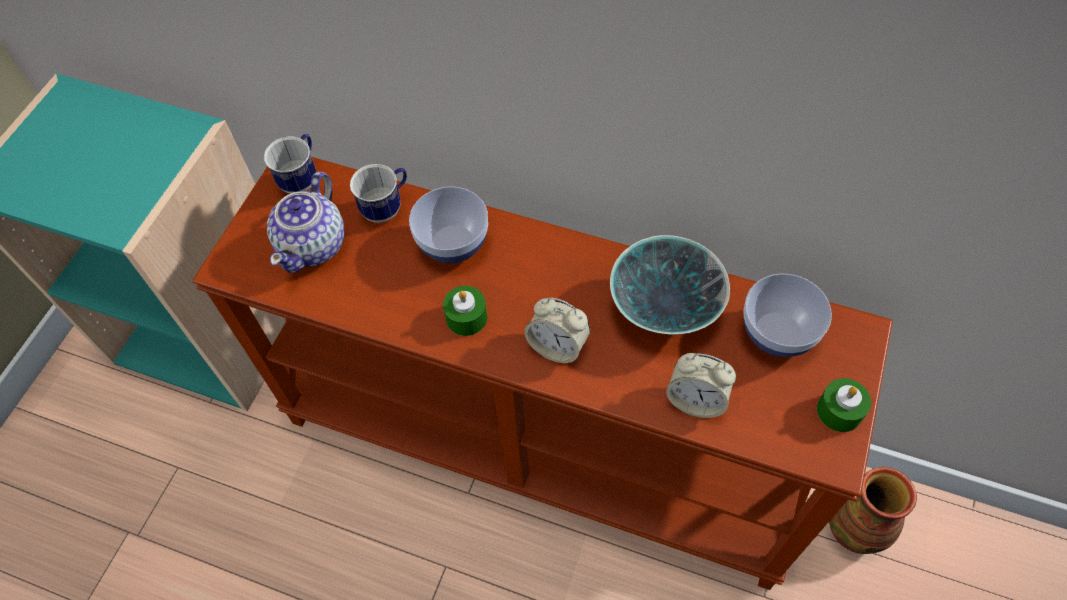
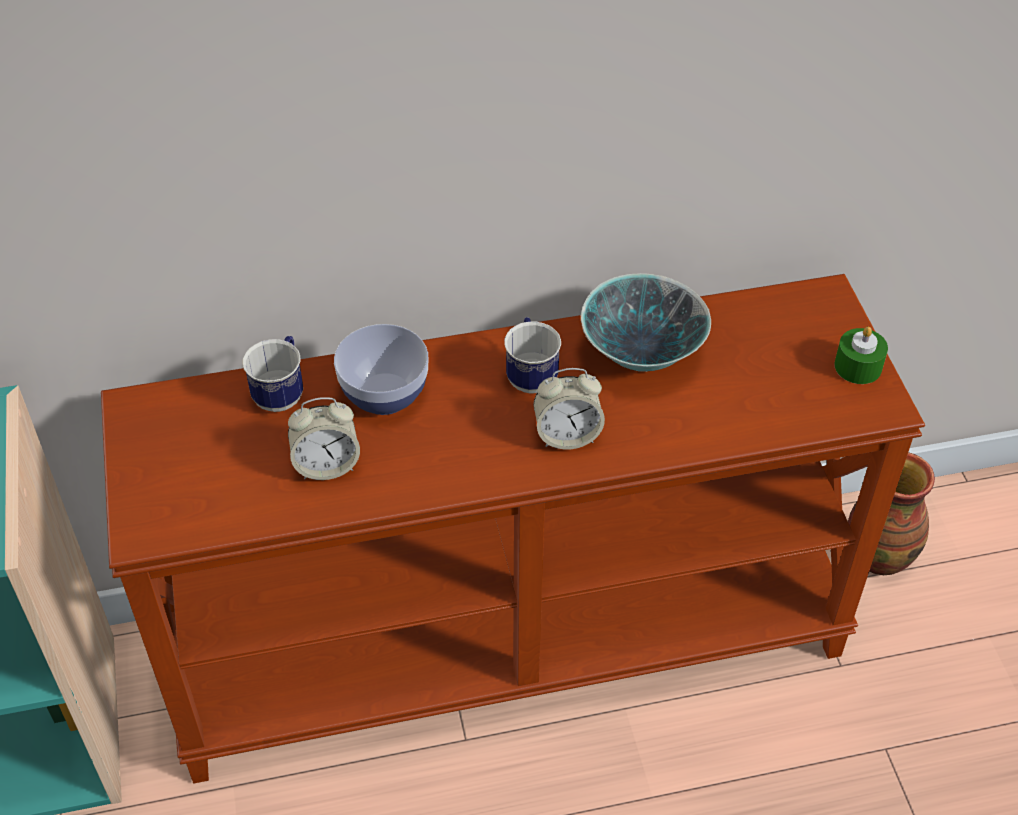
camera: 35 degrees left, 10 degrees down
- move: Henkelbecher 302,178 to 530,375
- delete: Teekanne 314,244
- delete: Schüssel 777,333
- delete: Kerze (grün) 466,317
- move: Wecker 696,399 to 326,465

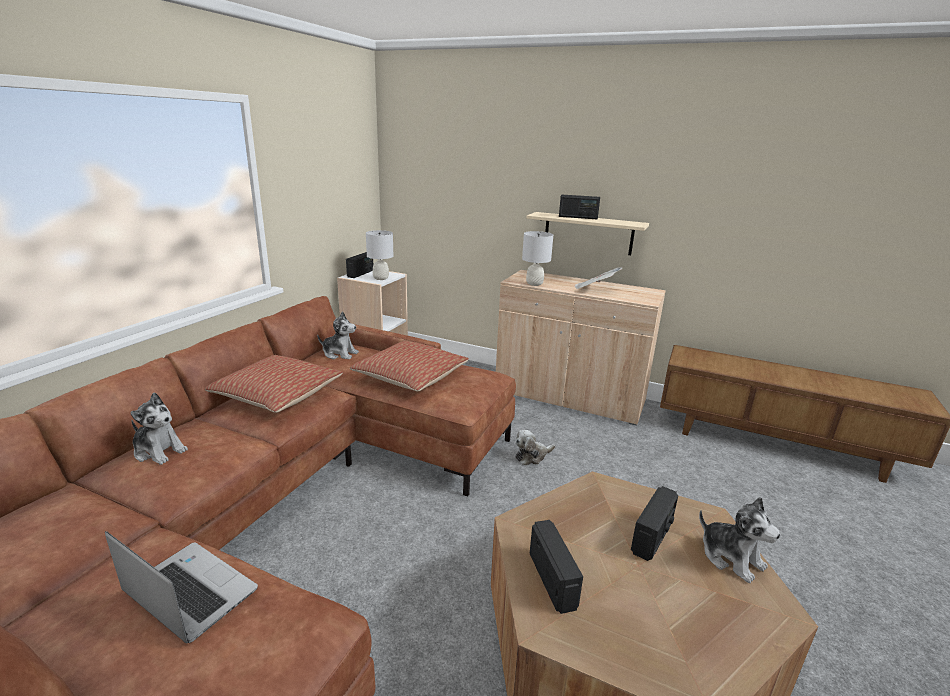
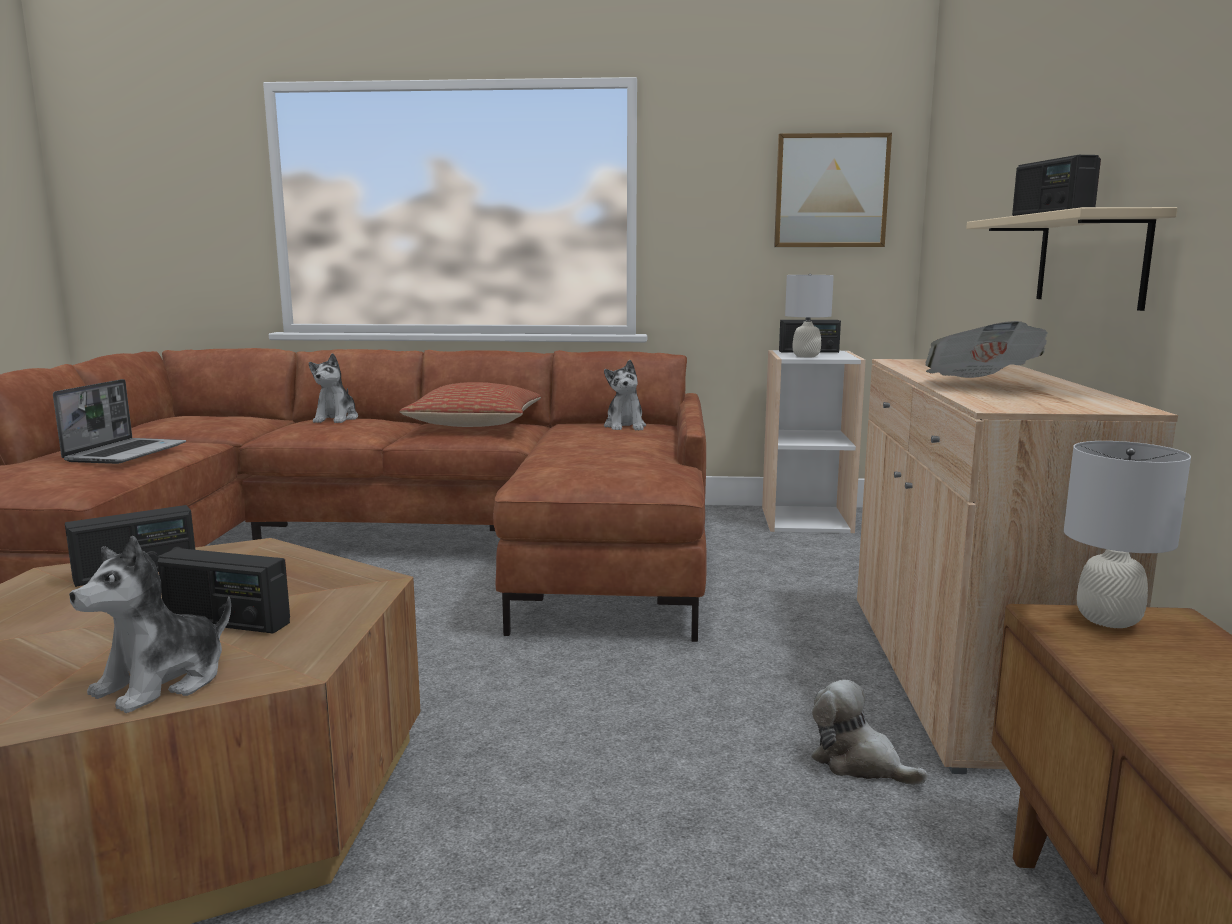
camera: 70 degrees right, 10 degrees down
- move: Tischlampe (grau) 534,284 to 1106,622
- delete: Kissen 410,377
- move: Plüschtier 532,456 to 859,763
- insert: Bild 831,191

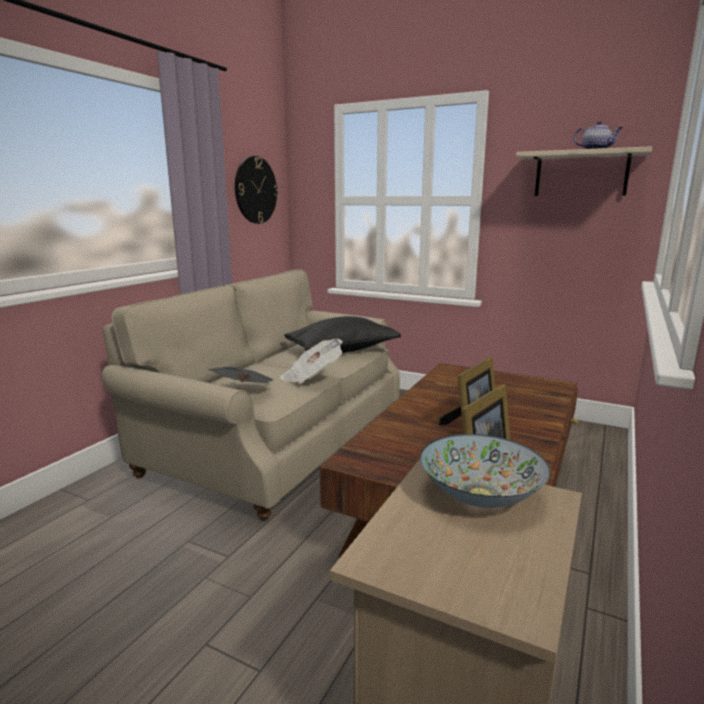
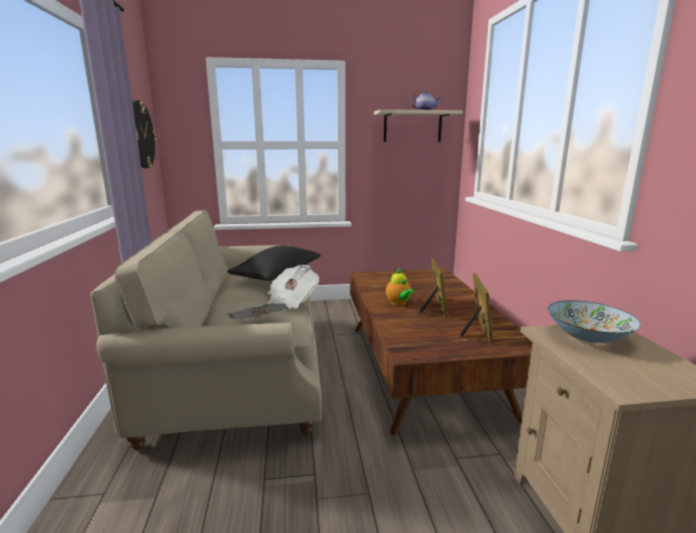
camera: 35 degrees left, 0 degrees up
- insert: Teekanne 399,303

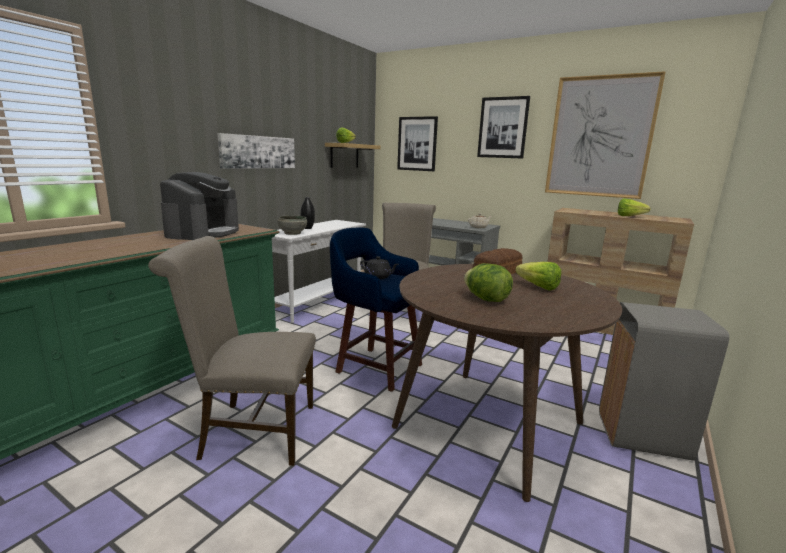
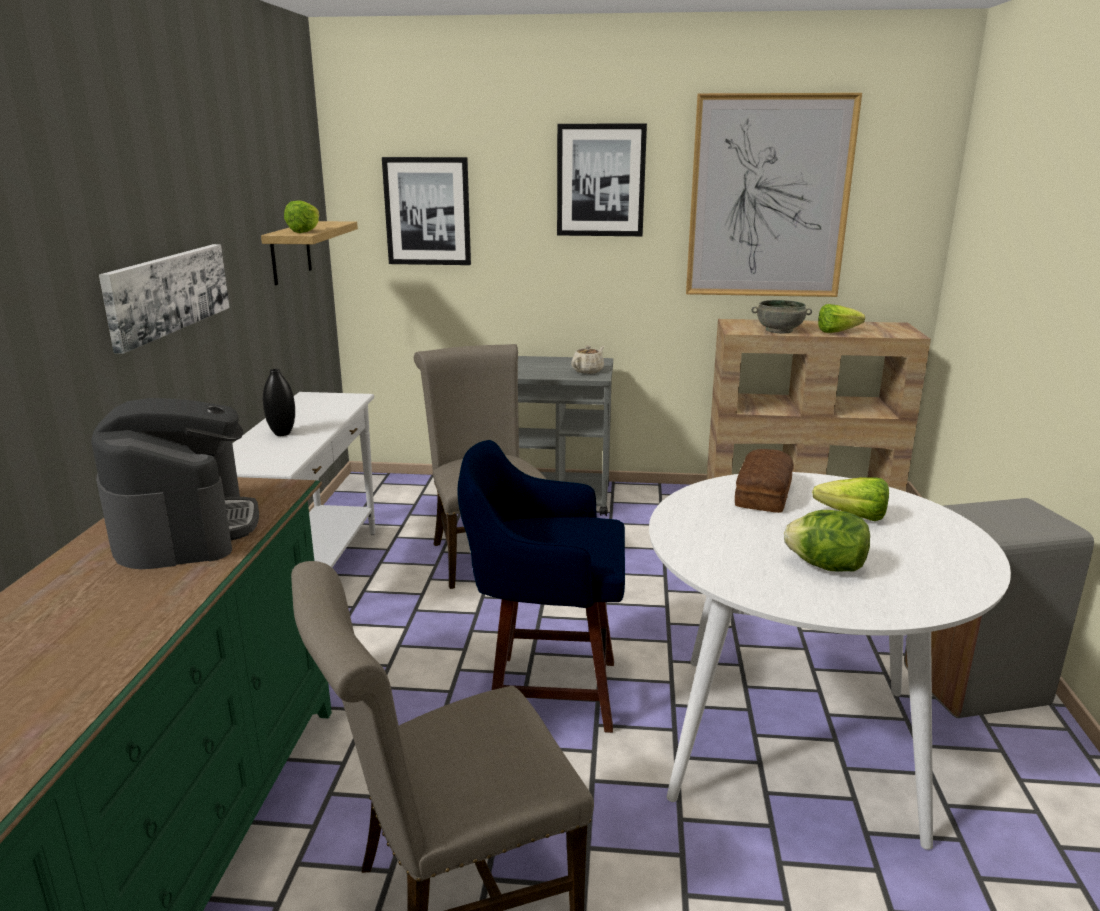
camera: 25 degrees left, 5 degrees up
- move: Schüssel (grau) 292,233 to 779,330
- delete: Teekanne (schwarz) 378,277
- recolor: Esstisch (braun) 489,425 to Esstisch (weiß) 793,742

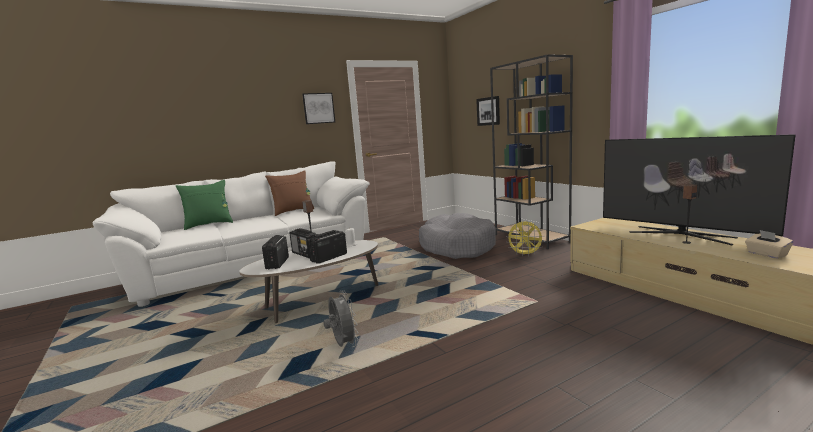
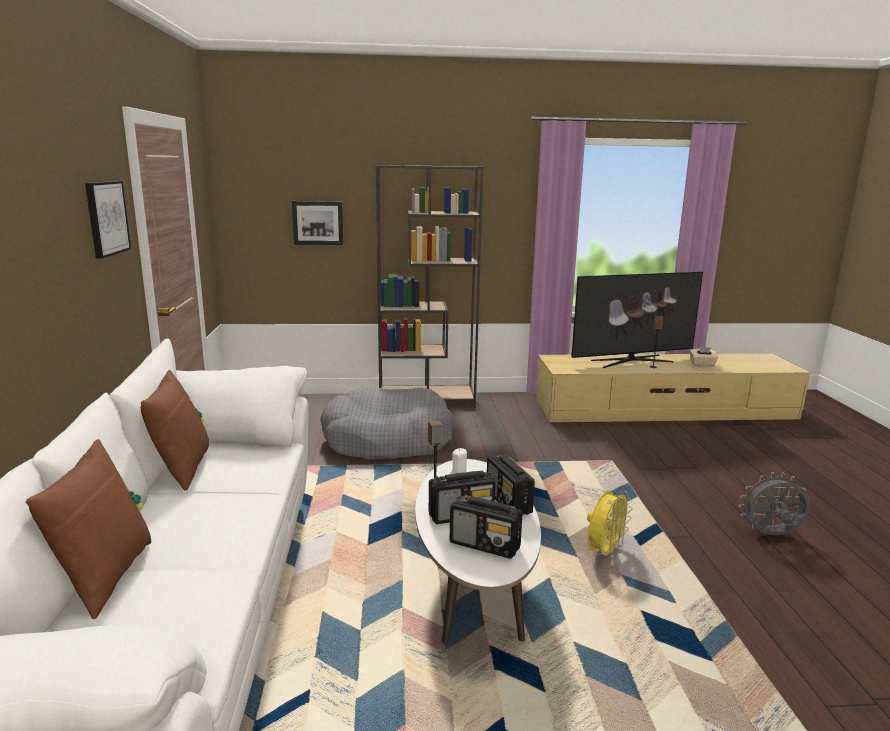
camera: 65 degrees left, 5 degrees up
- recolor: Kissen (grün) 208,225 to Kissen (braun) 105,578
- move: Ventilator (gelb) 525,255 to 604,553
- move: Ventilator (grau) 343,345 to 770,535

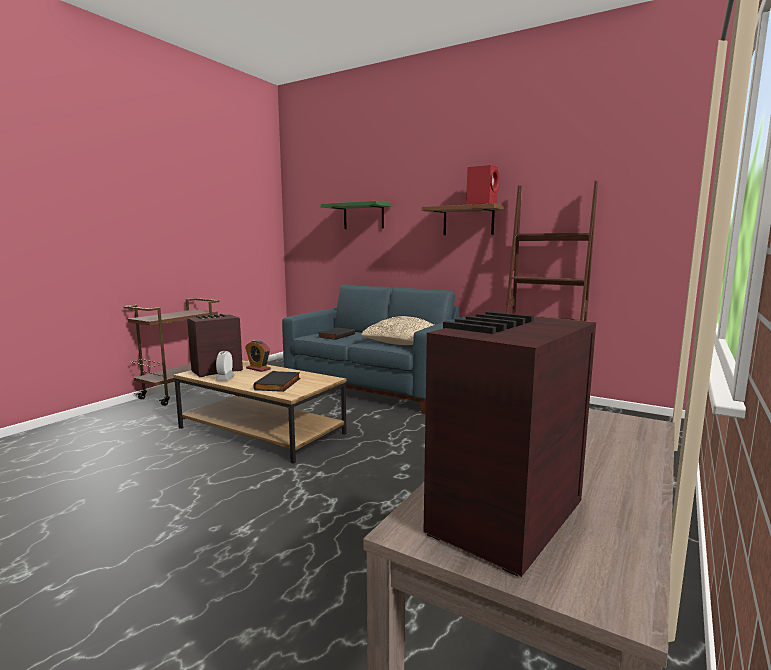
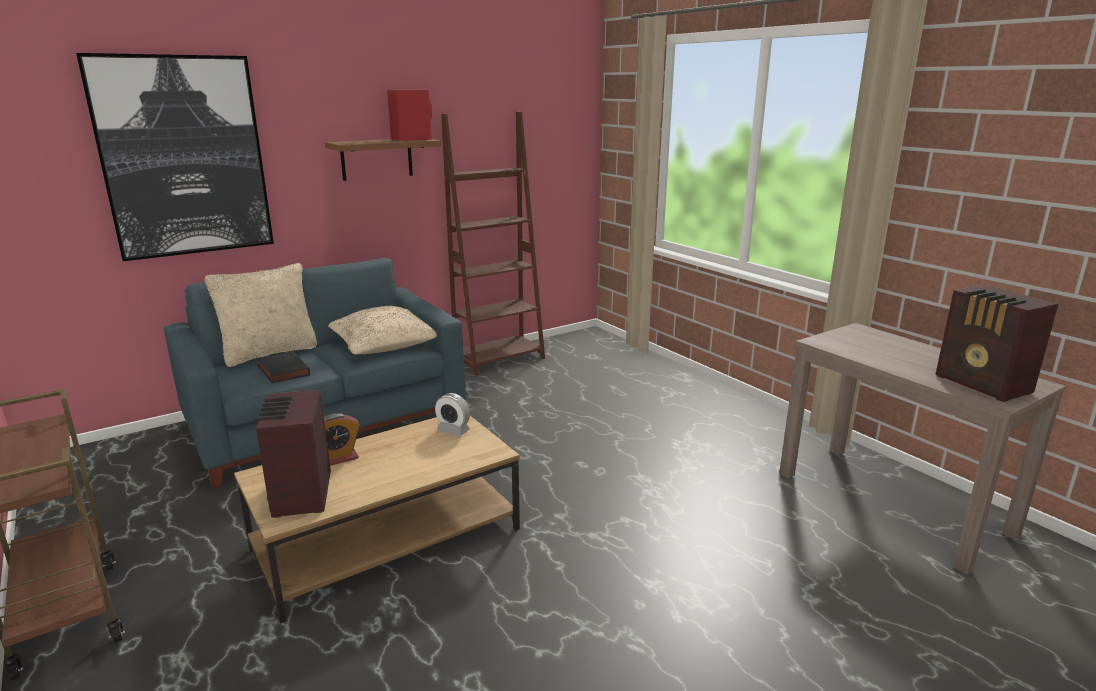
camera: 65 degrees left, 10 degrees up
- replace: Wandregal (grün) 363,216 to Bild 184,157
- move: Wecker 225,378 to 453,430
- delete: Buch (schwarz) 279,384
- insert: Kissen (beige) 271,354

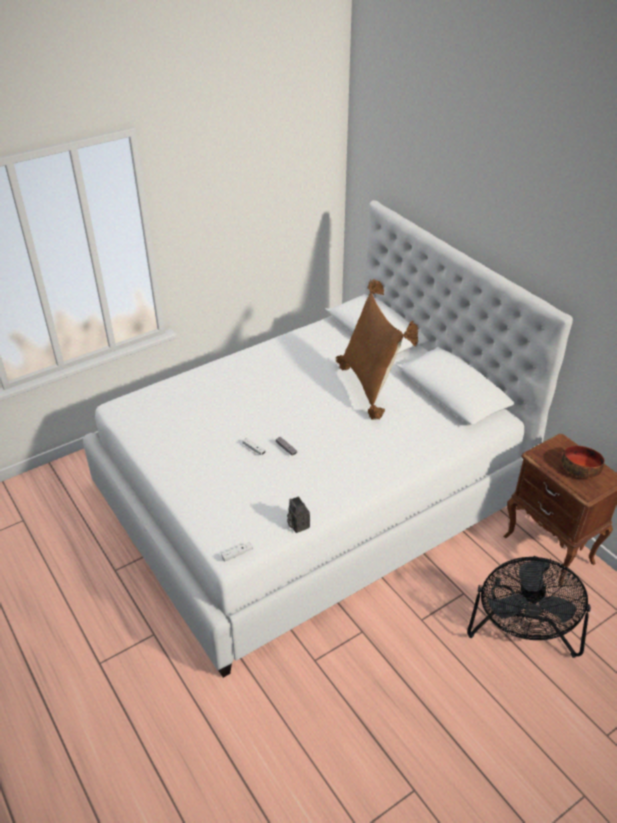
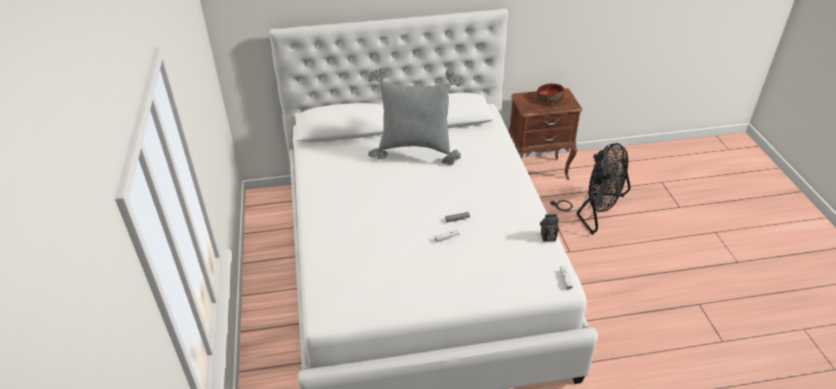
camera: 65 degrees left, 0 degrees up
- recolor: Kissen (braun) 372,390 to Kissen (grau) 415,154

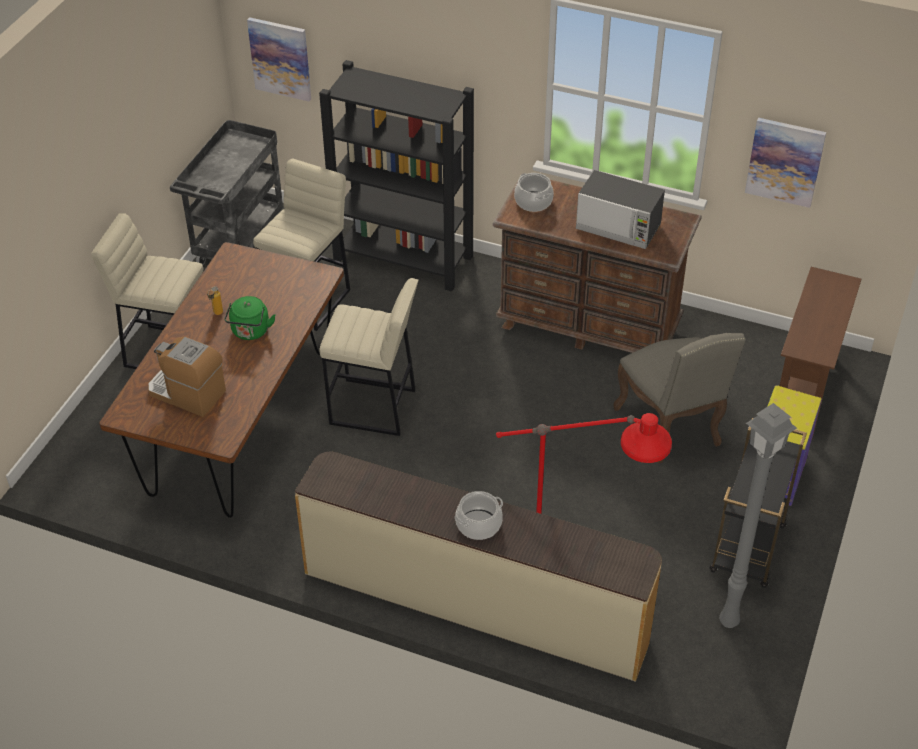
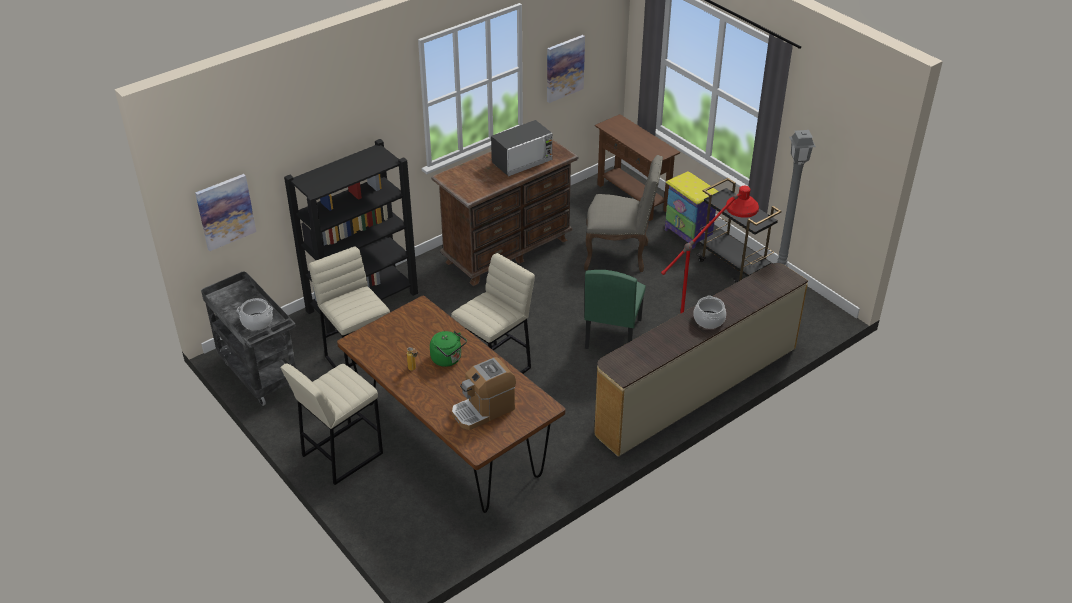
camera: 60 degrees left, 5 degrees down
- move: Kochtopf 533,202 to 257,322
- insert: Stuhl (grün) 612,333

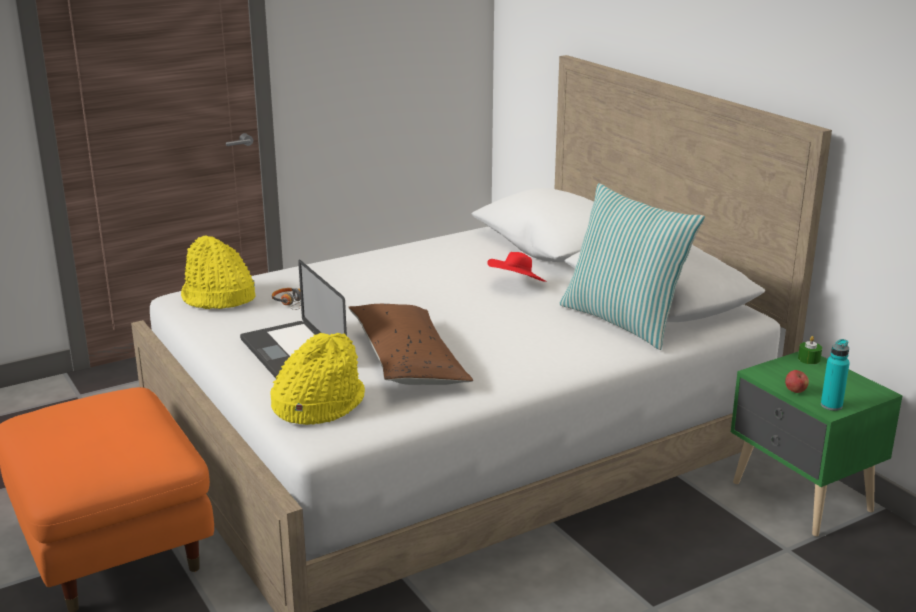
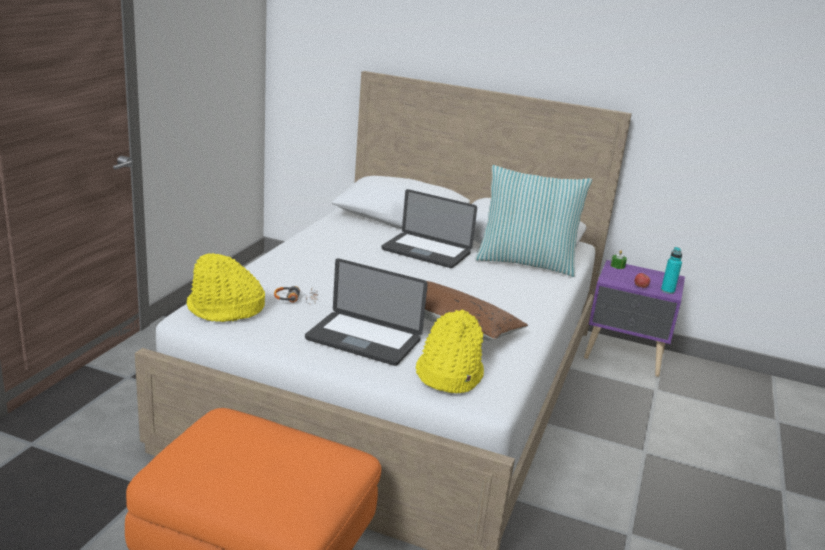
camera: 40 degrees left, 0 degrees up
- replace: Hut (rot) 516,285 to Laptop 426,252
- recolor: Nachttisch (grün) 801,498 to Nachttisch (lila) 625,357

